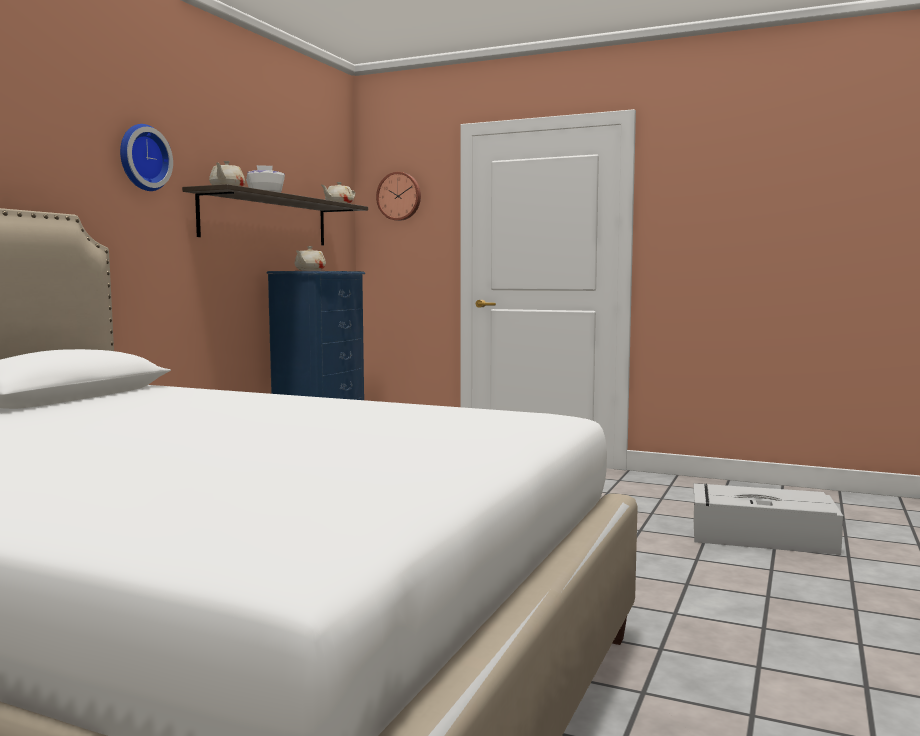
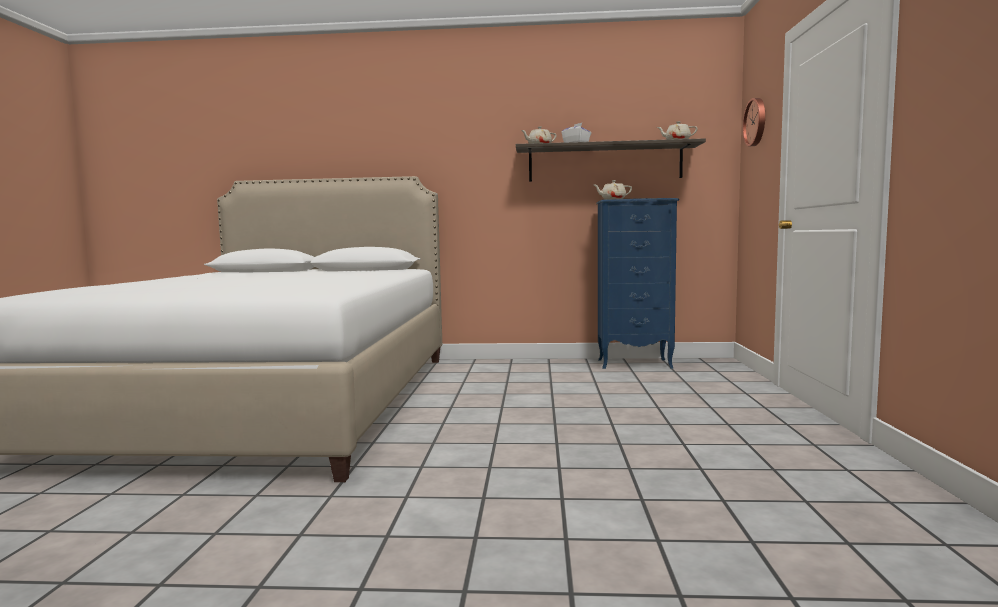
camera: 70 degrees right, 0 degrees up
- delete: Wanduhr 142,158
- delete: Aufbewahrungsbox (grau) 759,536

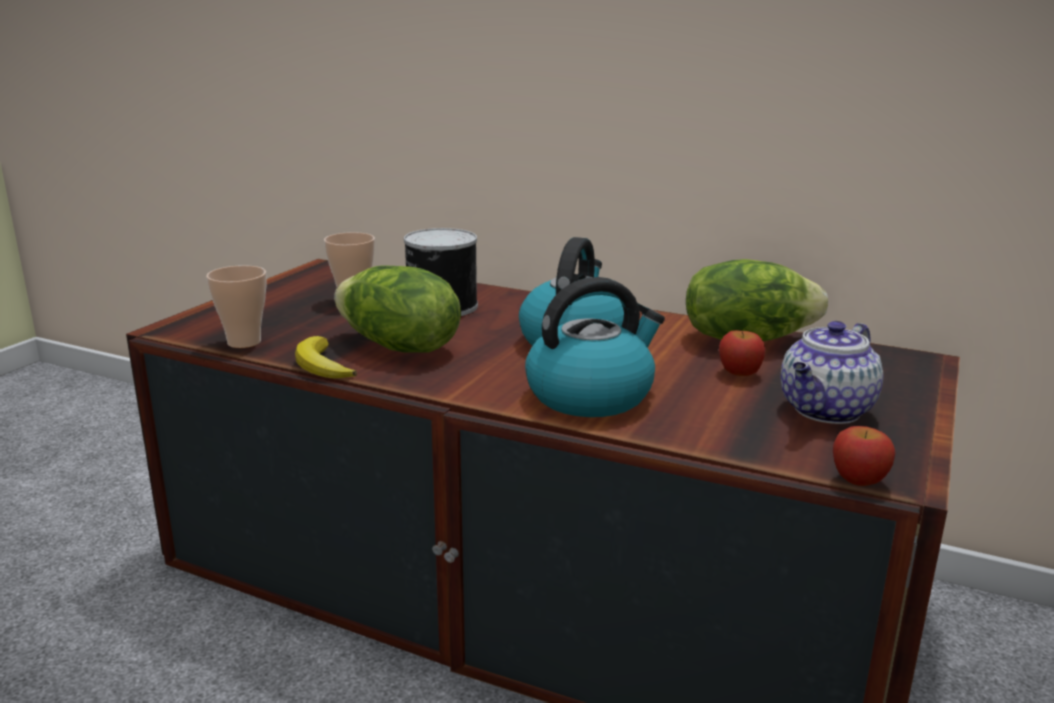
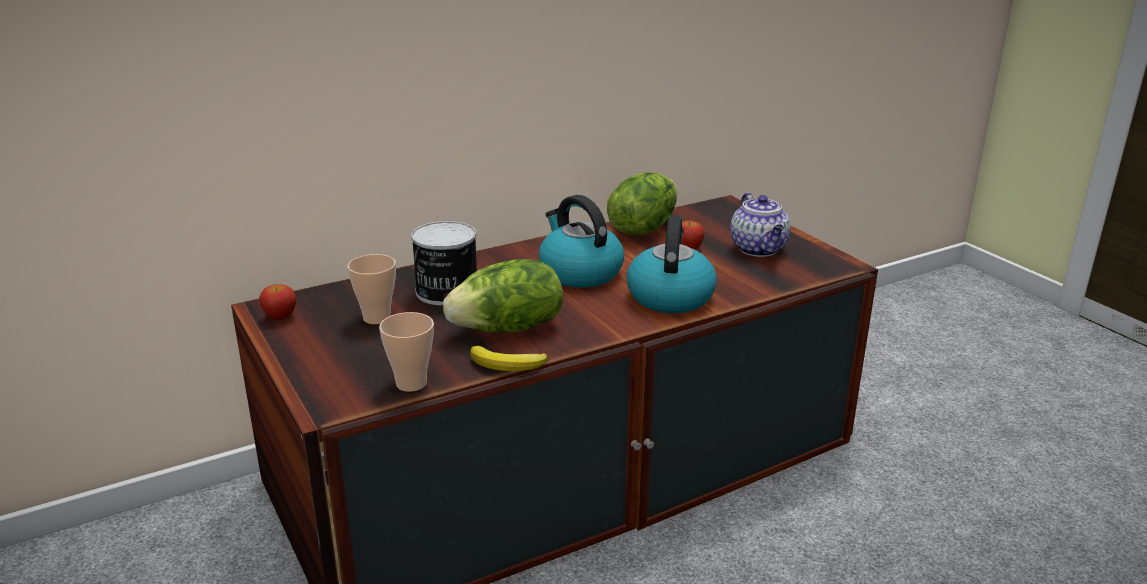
camera: 55 degrees left, 5 degrees up
- move: Apfel 858,480 to 280,317

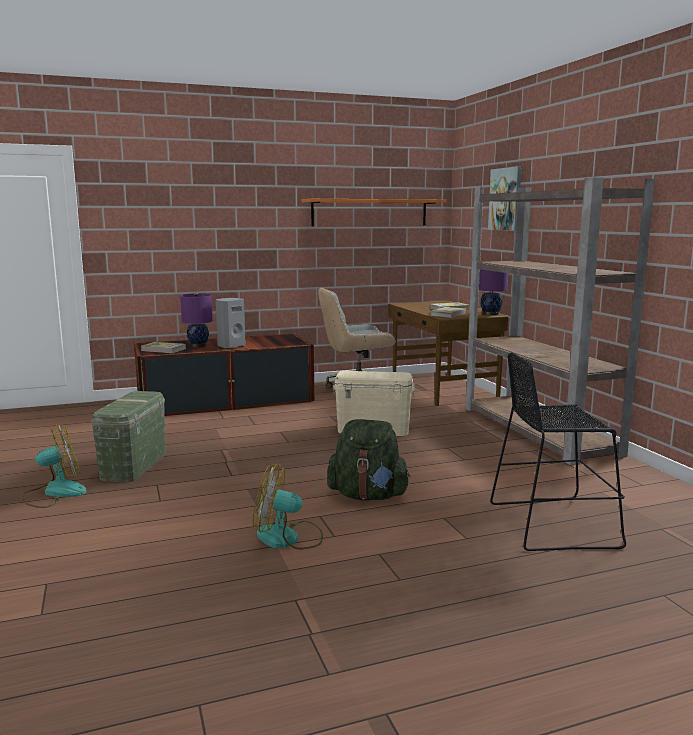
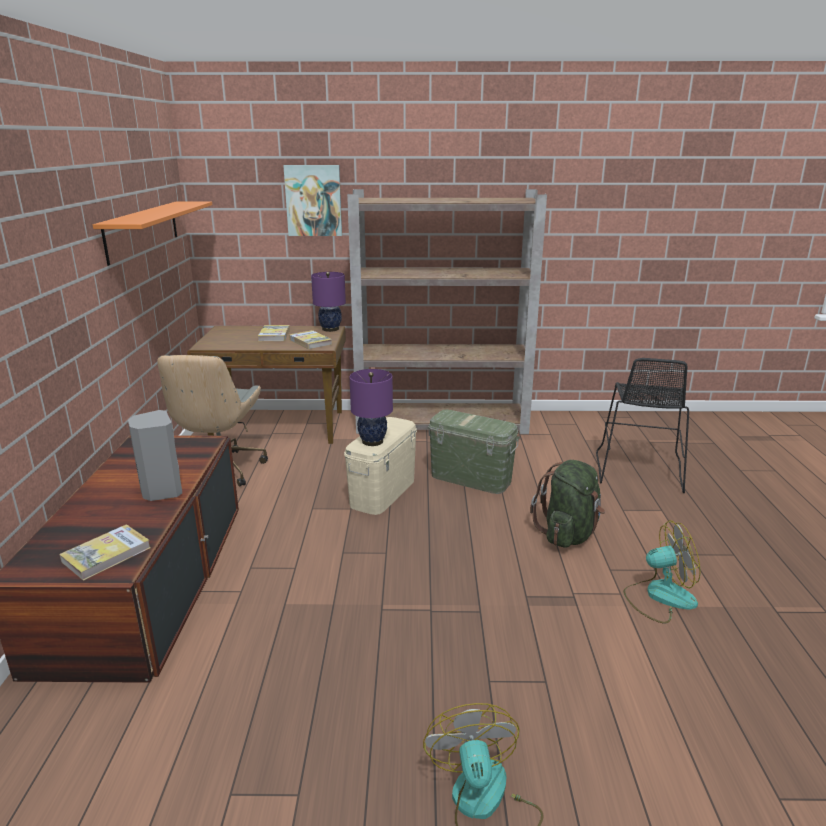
camera: 70 degrees left, 10 degrees up
- move: Tischlampe (lila) 198,345 to 372,441
- move: Aufbewahrungsbox (grün) 134,465 to 470,478
- rotate: Ventilator 288,538 = 659,596 120 degrees counterclockwise

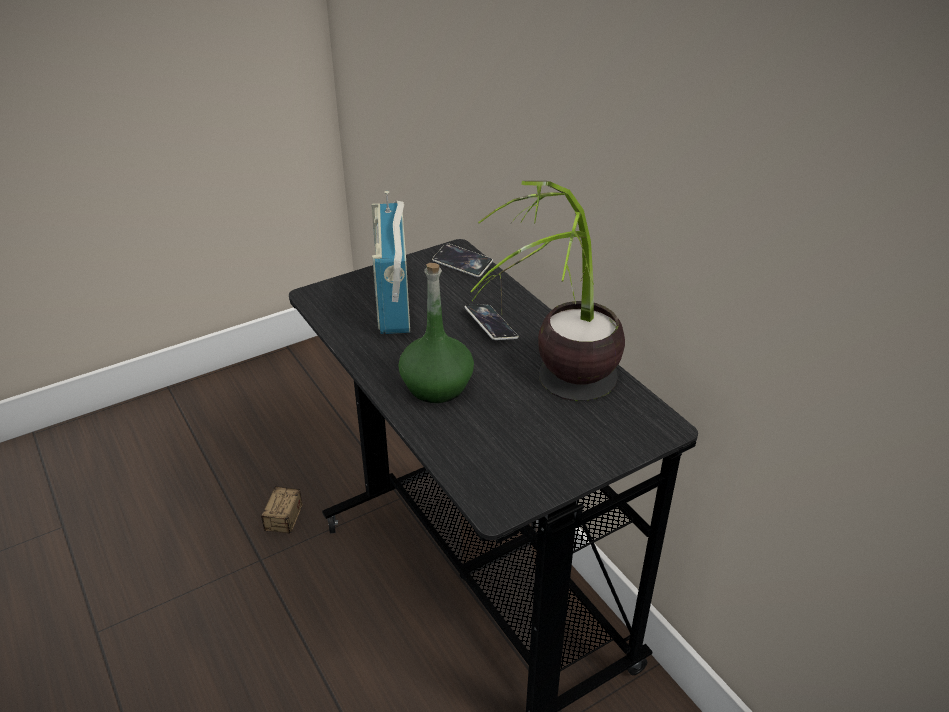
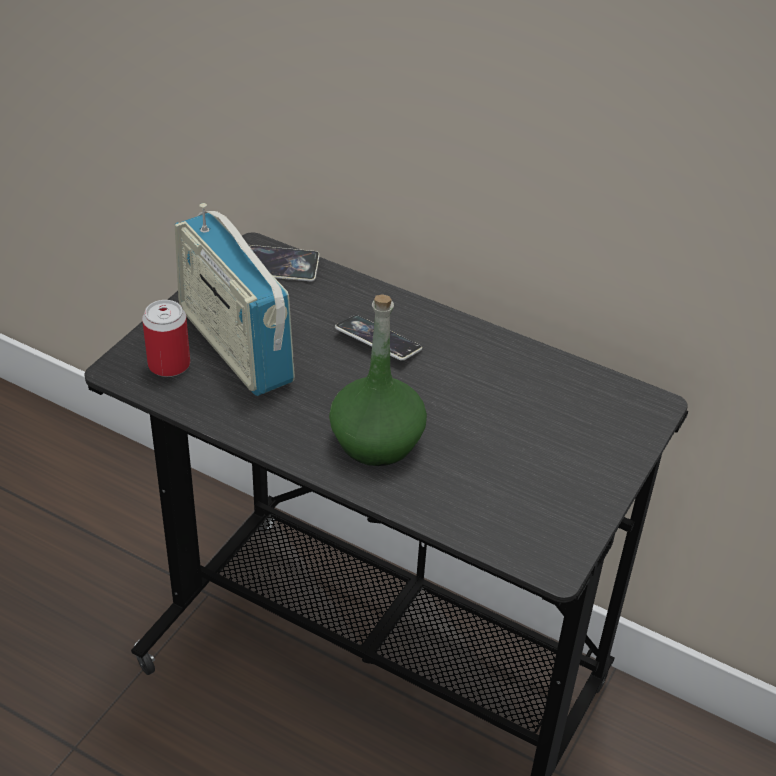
camera: 30 degrees left, 5 degrees up
- delete: Topfpflanze 555,403
- delete: Aufbewahrungsbox 275,539
- insert: Dose 169,364

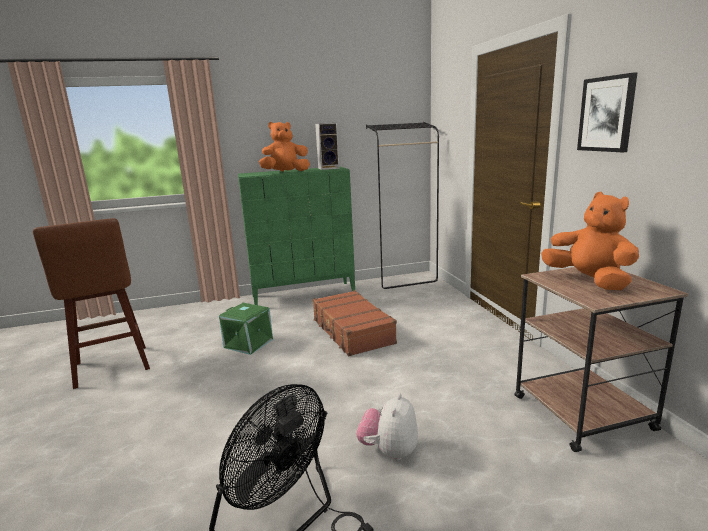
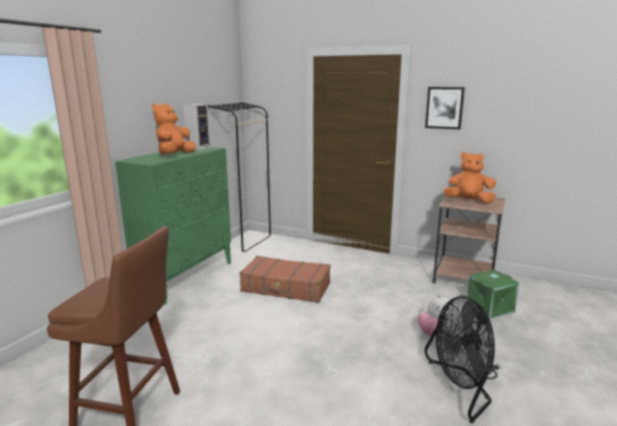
camera: 50 degrees left, 0 degrees up
- move: Aufbewahrungsbox (grün) 249,343 to 489,307

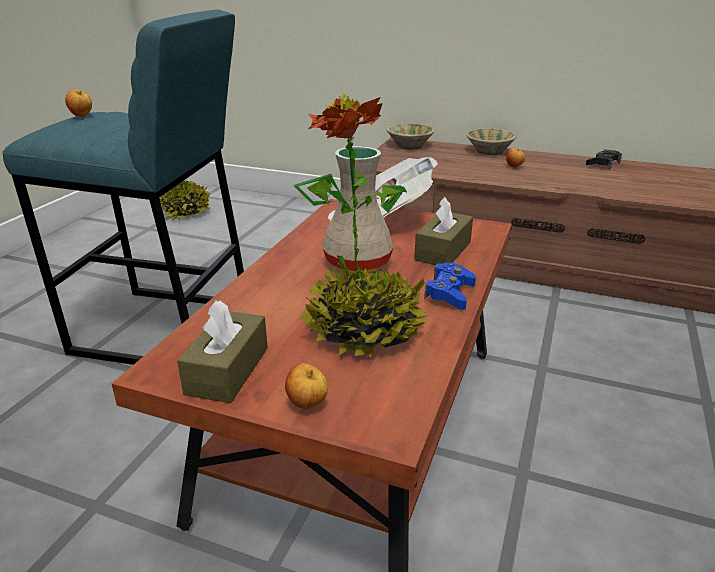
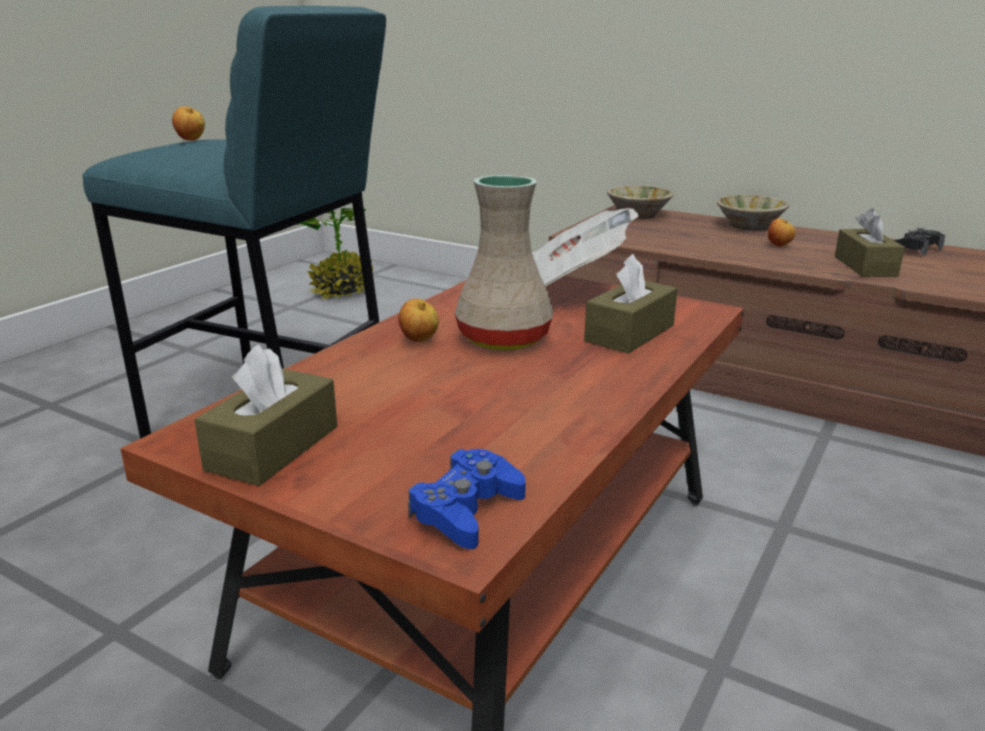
camera: 10 degrees right, 5 degrees down
- delete: Topfpflanze 364,330
- move: Gamepad (blau) 449,293 to 466,510
- move: Apfel 307,404 to 419,340
- insert: Taschentuchbox (braun) 865,266

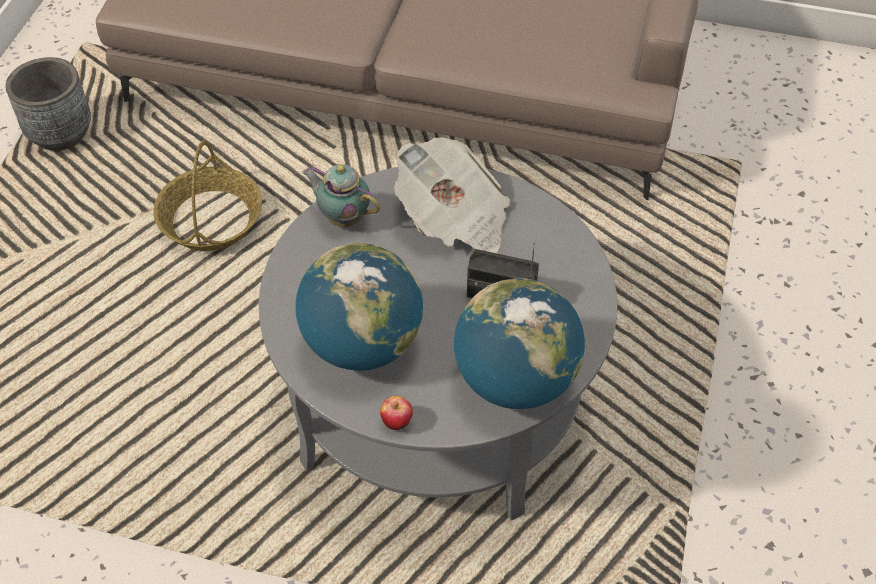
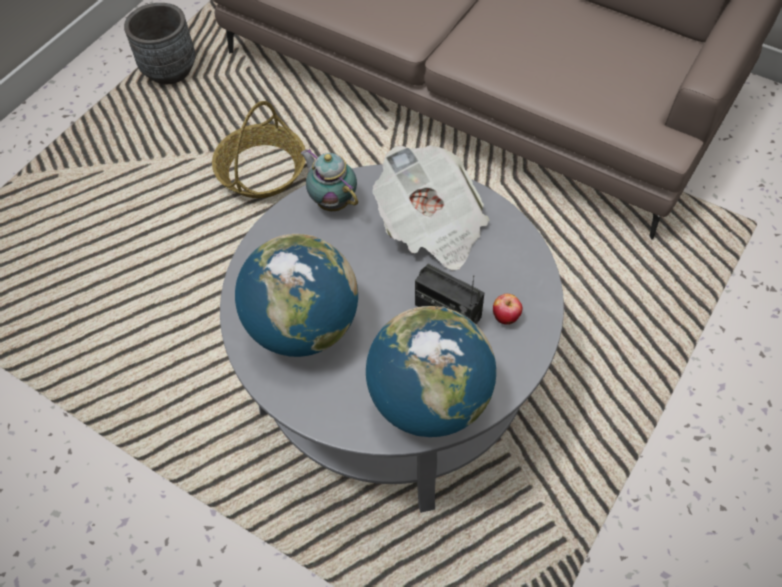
camera: 20 degrees right, 5 degrees up
- move: Apfel 397,422 to 506,317

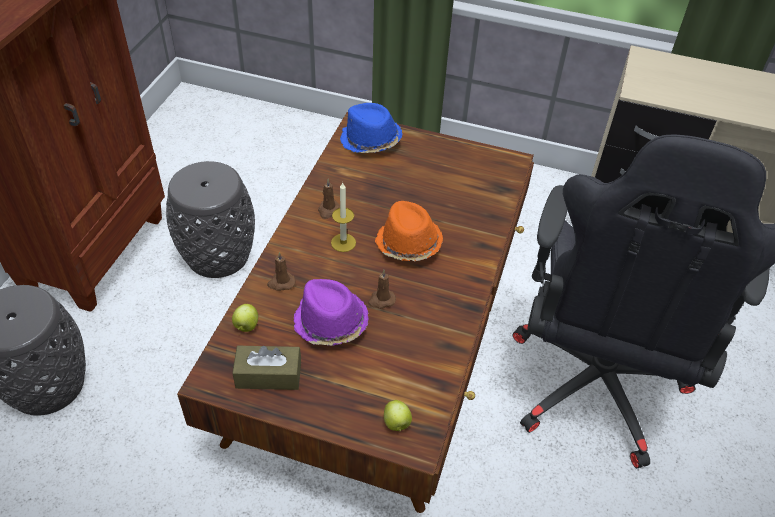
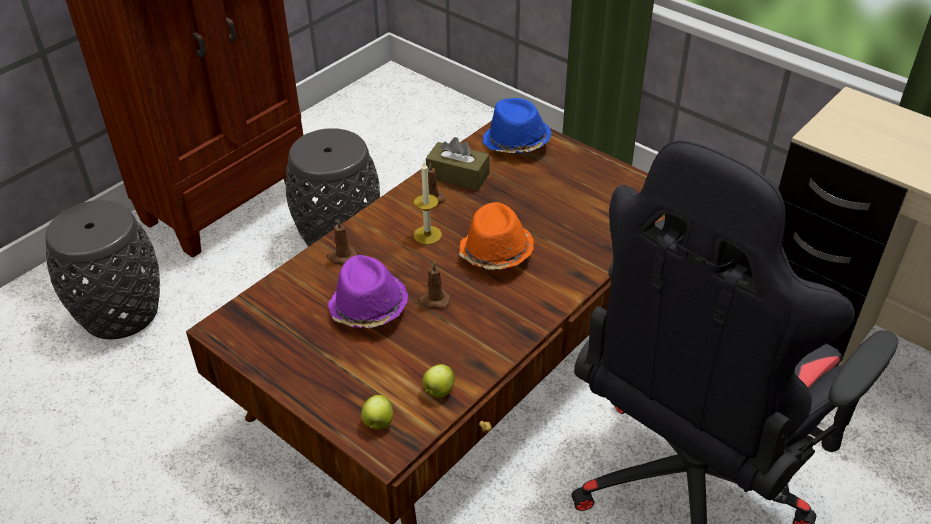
camera: 25 degrees right, 5 degrees down
- move: Apfel 246,326 to 438,391
- move: Taschentuchbox (braun) 268,375 to 458,175

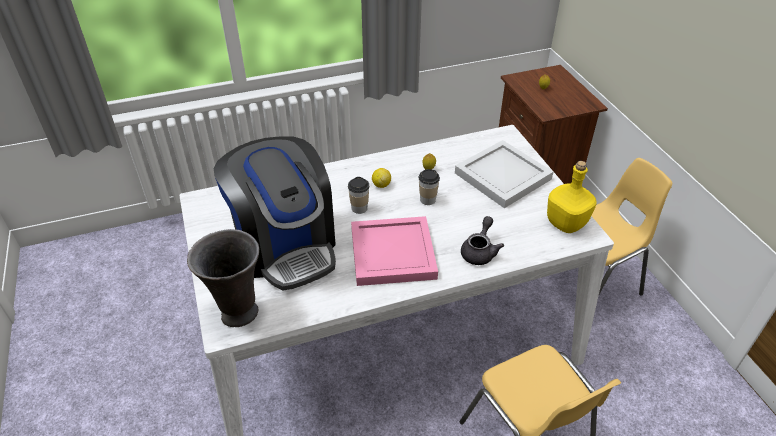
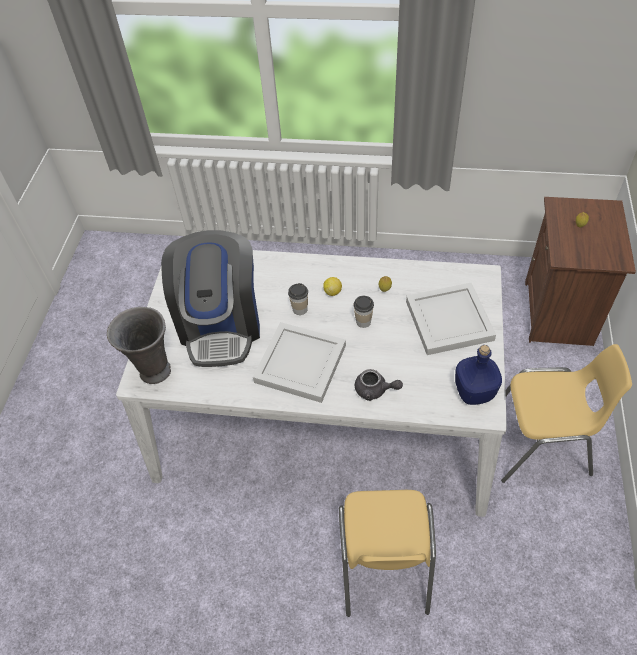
camera: 30 degrees right, 10 degrees up
- recolor: Flasche (gelb) 565,223 to Flasche (blau) 473,391
- recolor: Tablett (rosa) 394,252 to Tablett (weiß) 302,363
- rotate: Teekanne (grau) 480,251 = 375,390 60 degrees clockwise

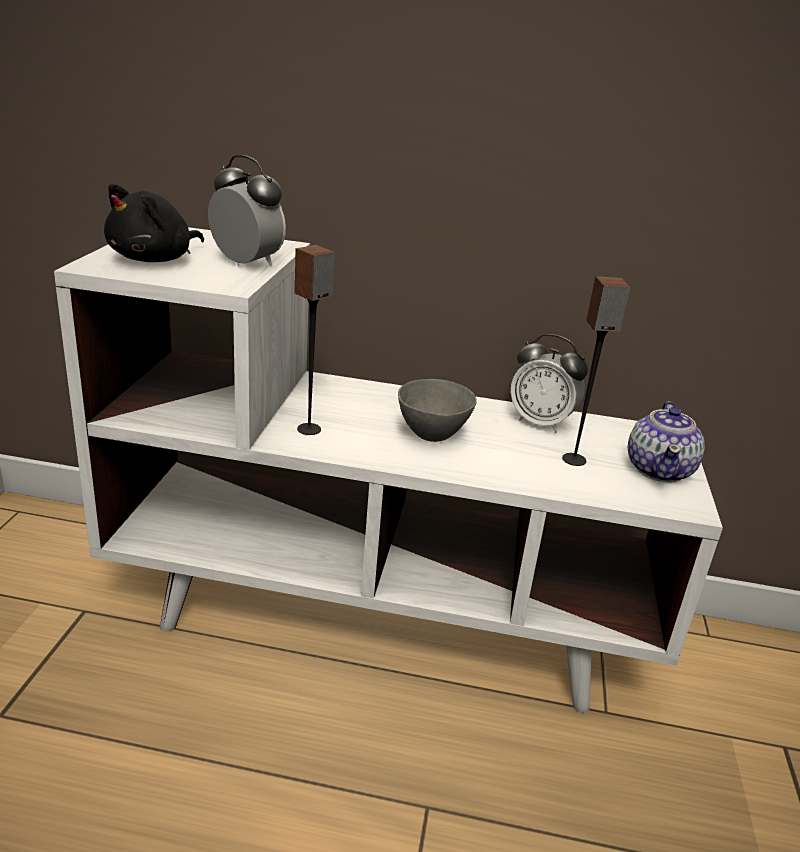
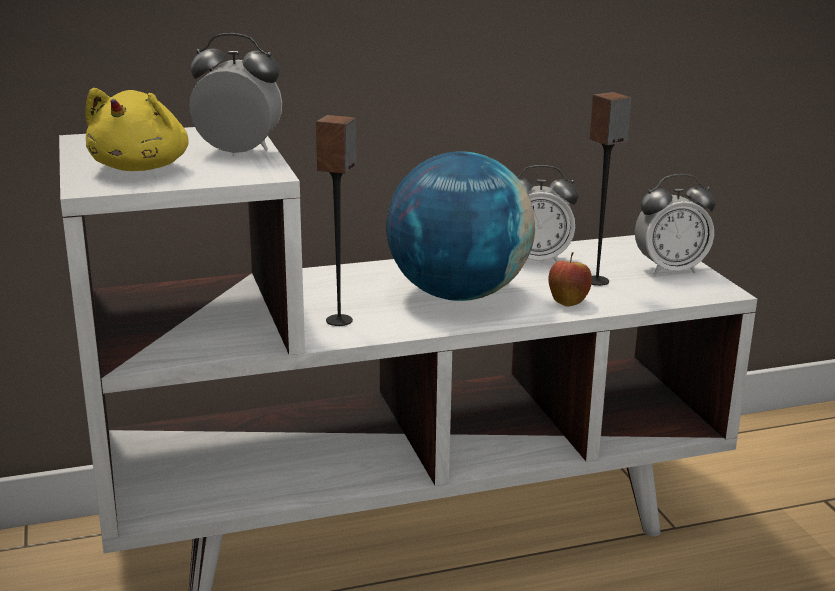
camera: 25 degrees left, 5 degrees down
- recolor: Plüschtier (schwarz) 155,259 to Plüschtier (gelb) 142,167
- replace: Schüssel (grau) 432,436 to Globus 458,295
- replace: Teekanne 660,469 to Wecker 670,270
- insert: Apfel 568,301

